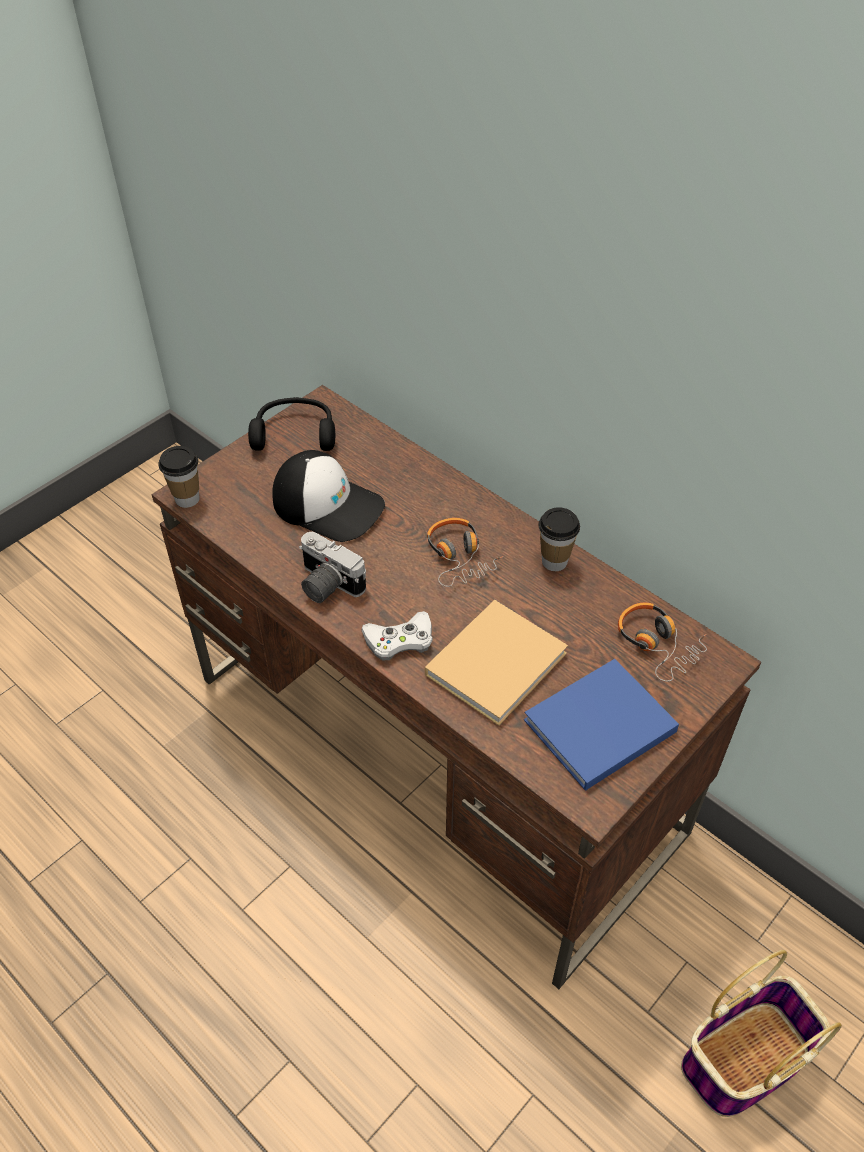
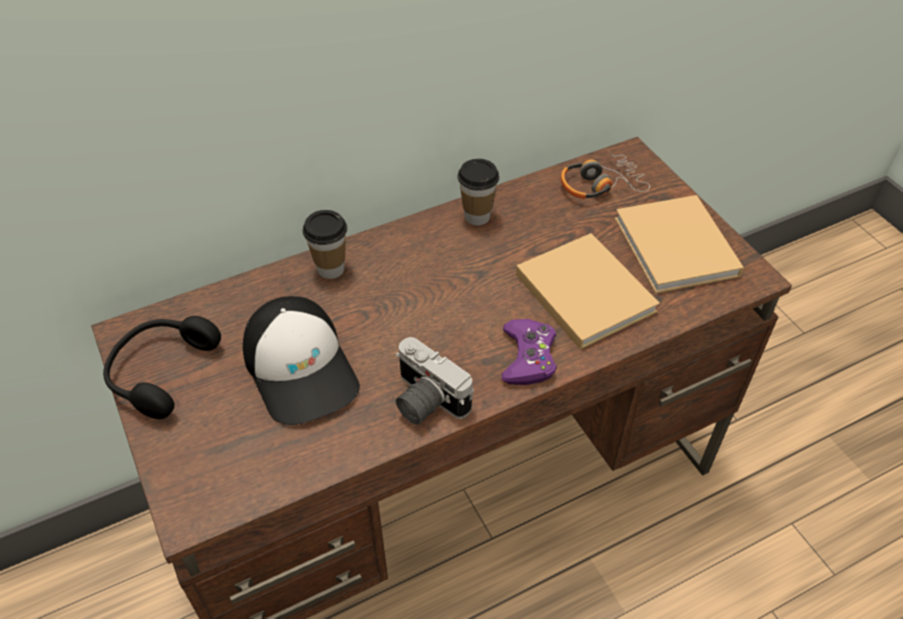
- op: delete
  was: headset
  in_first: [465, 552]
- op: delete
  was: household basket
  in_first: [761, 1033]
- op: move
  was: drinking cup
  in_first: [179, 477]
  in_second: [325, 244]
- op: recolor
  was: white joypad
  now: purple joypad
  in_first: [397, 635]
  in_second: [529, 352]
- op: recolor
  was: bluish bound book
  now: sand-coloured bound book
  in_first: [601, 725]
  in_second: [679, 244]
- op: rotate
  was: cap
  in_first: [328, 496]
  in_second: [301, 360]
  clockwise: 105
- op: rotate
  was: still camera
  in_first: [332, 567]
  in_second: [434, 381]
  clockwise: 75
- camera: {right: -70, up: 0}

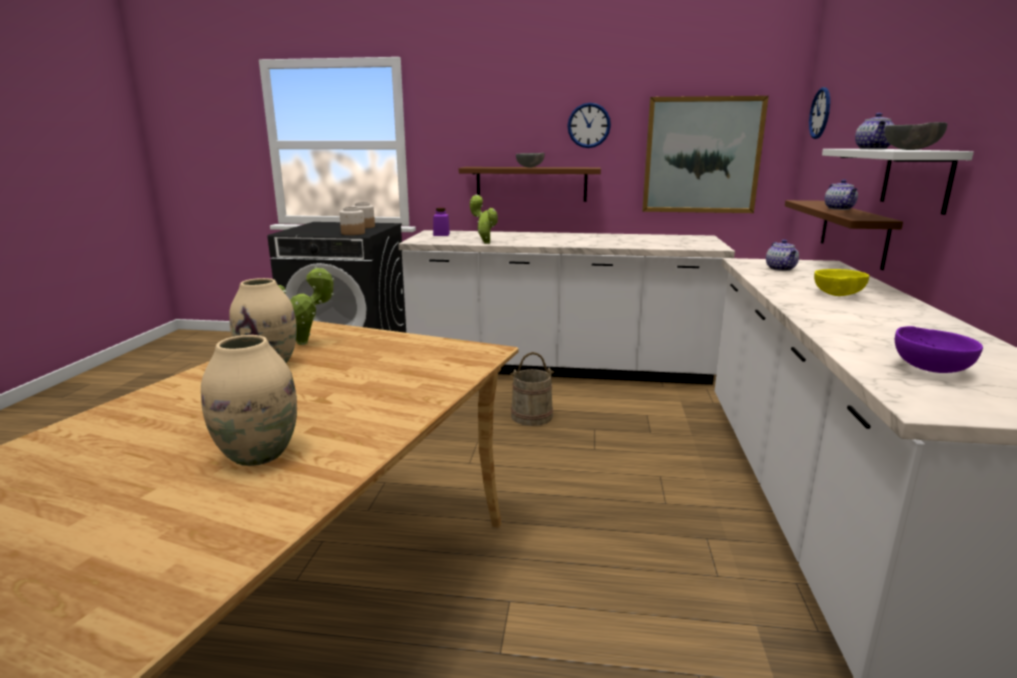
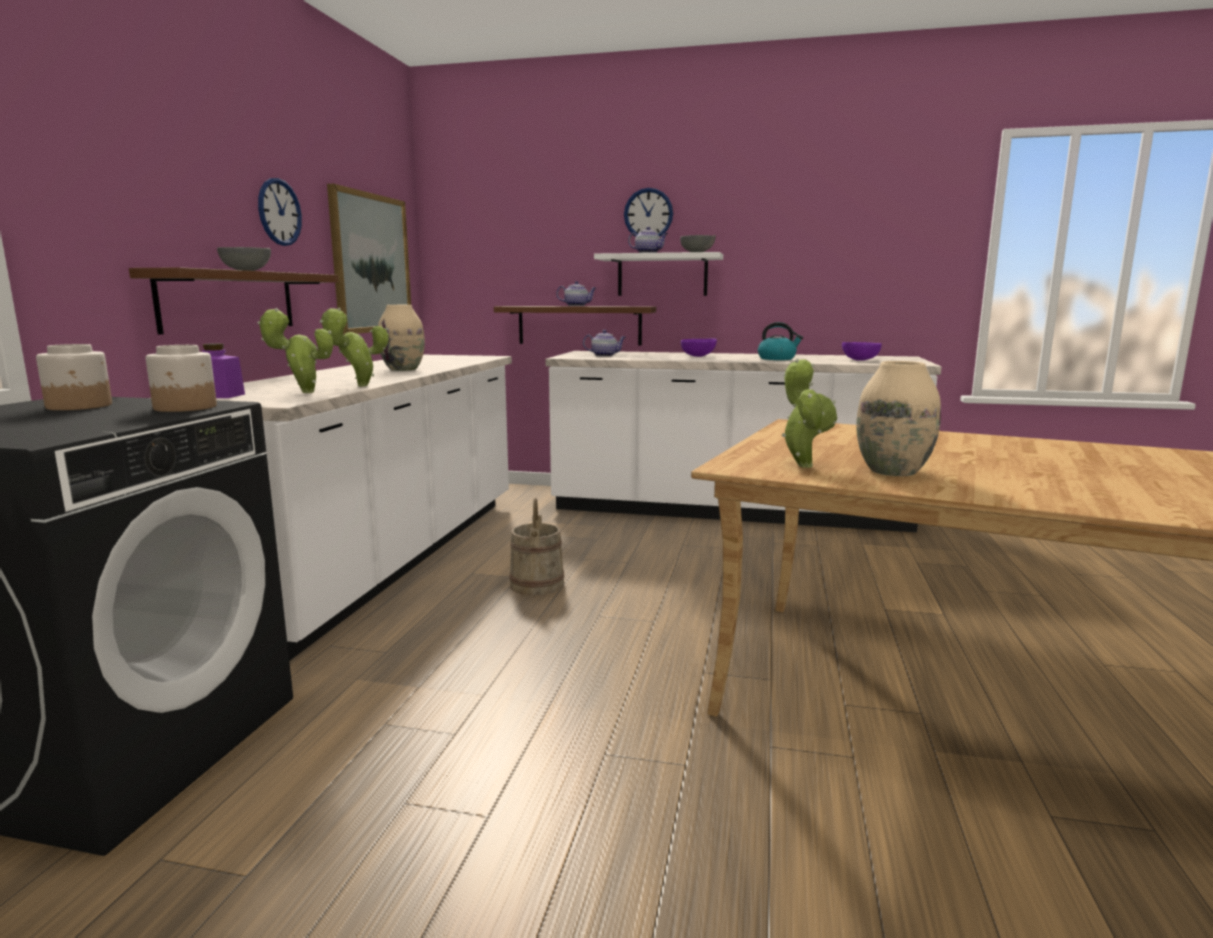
- op: insert
  now: houseplant
  in_second: [295, 350]
- op: insert
  now: water kettle
  in_second: [780, 341]
- op: move
  was: sand-coloured flower vase
  in_first: [249, 400]
  in_second: [401, 338]
- op: move
  was: wall clock
  in_first: [819, 113]
  in_second: [648, 212]
- op: recolor
  was: yellow-coloured serving bowl
  now: purple serving bowl
  in_first: [841, 282]
  in_second: [699, 348]
- camera: {right: -85, up: -5}

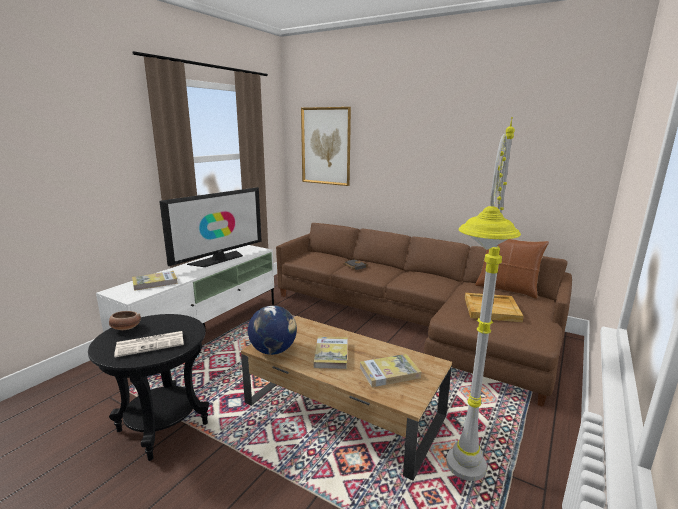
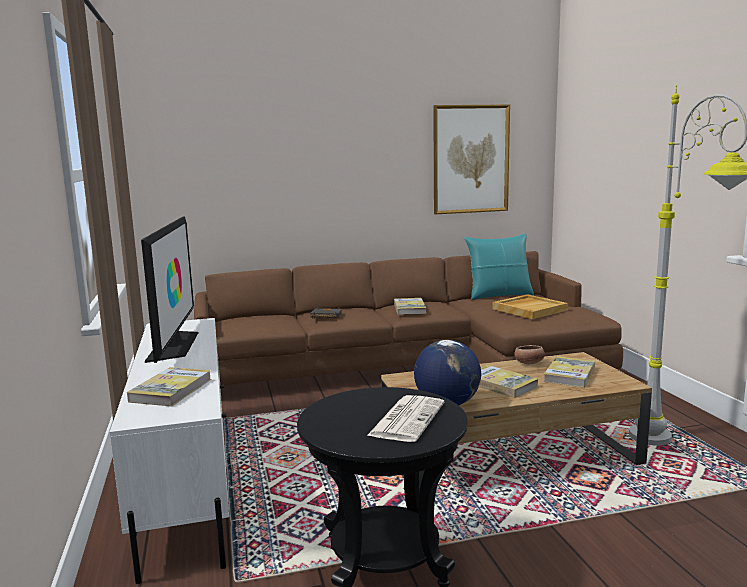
- op: insert
  now: bound book
  in_second: [410, 306]
- op: move
  was: serving bowl
  in_first: [125, 320]
  in_second: [529, 355]
- op: move
  was: wall picture
  in_first: [326, 146]
  in_second: [471, 159]
- op: recolor
  was: brown throw pillow
  now: turquoise-coloured throw pillow
  in_first: [512, 269]
  in_second: [499, 267]
- camera: {right: -45, up: -5}

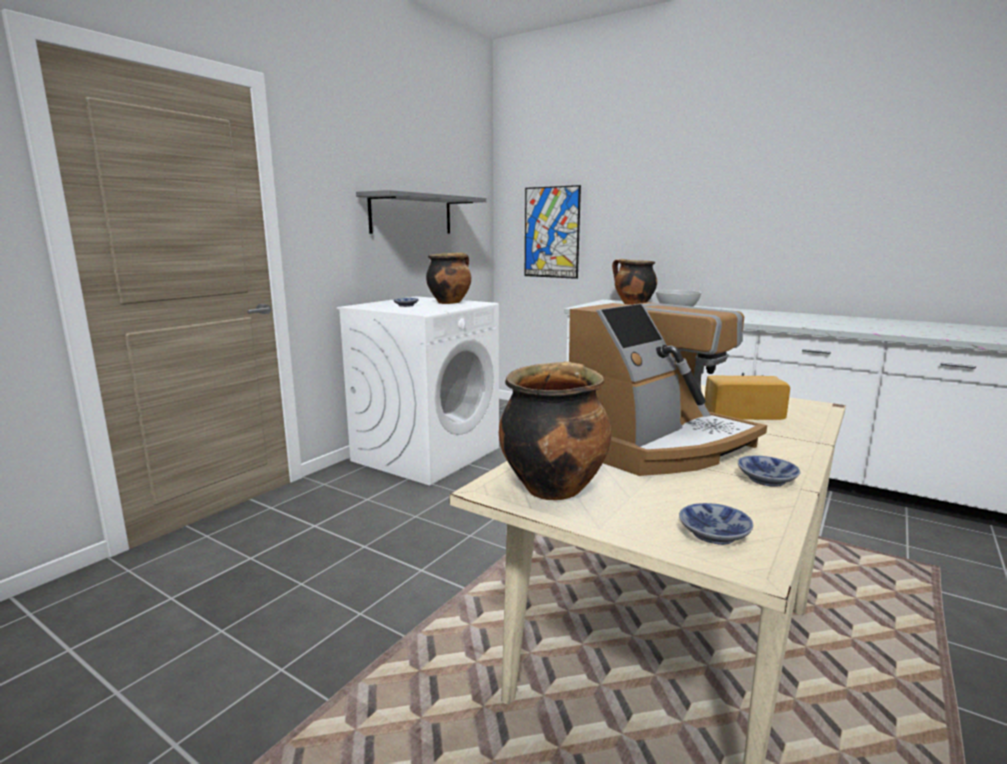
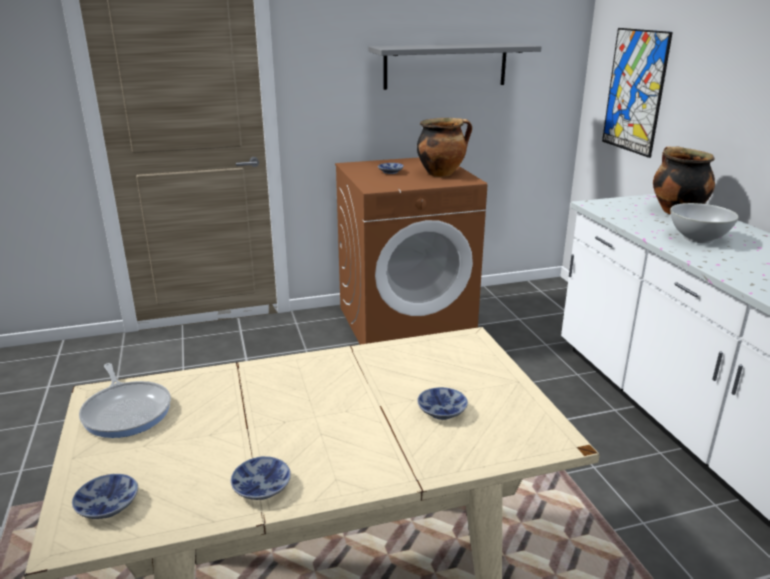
- op: delete
  was: coffee machine
  in_first: [668, 389]
- op: replace
  was: saucepot
  now: pan
  in_first: [555, 430]
  in_second: [125, 400]
- op: replace
  was: baked bread
  now: serving bowl
  in_first: [747, 398]
  in_second: [442, 403]
- op: recolor
  was: white washing machine
  now: brown washing machine
  in_first: [418, 390]
  in_second: [411, 251]
- camera: {right: 40, up: 10}

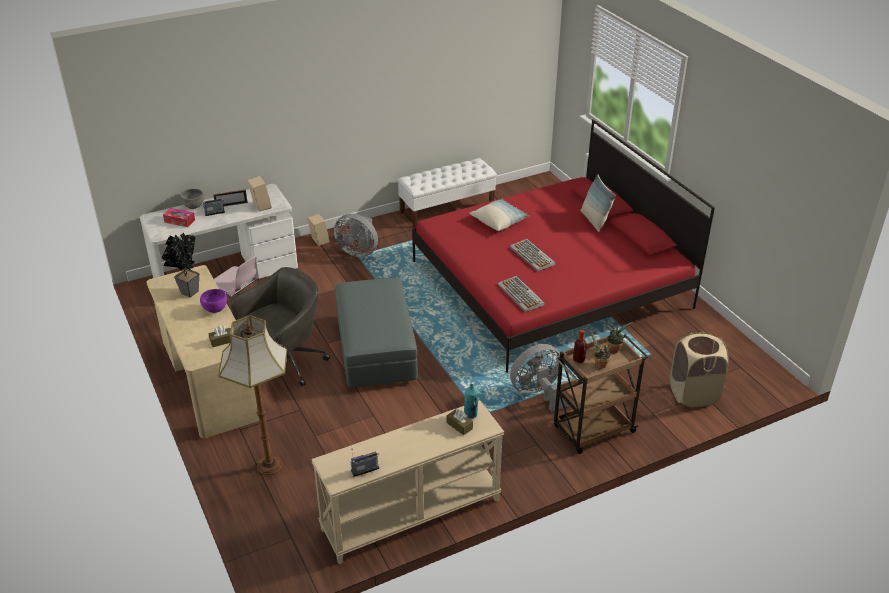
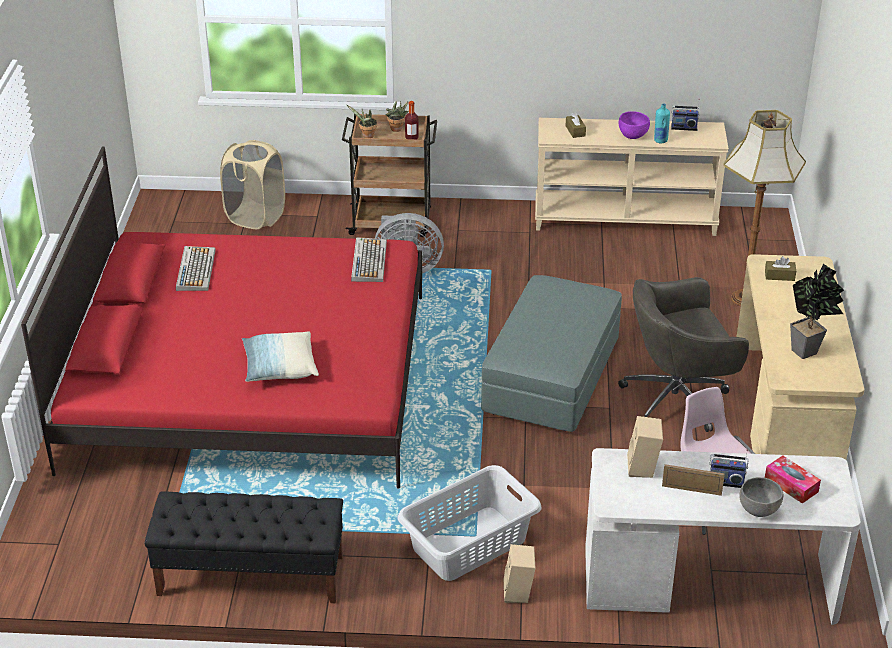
- op: delete
  was: throw pillow
  in_first: [598, 203]
- op: move
  was: purple serving bowl
  in_first: [213, 301]
  in_second: [634, 125]
- op: move
  was: turquoise-coloured beverage bottle
  in_first: [471, 401]
  in_second: [662, 123]
- op: move
  was: PC keyboard
  in_first: [533, 255]
  in_second: [196, 268]
- op: replace
  was: greyish fan
  now: greyish laundry basket
  in_first: [356, 235]
  in_second: [469, 523]
- op: recolor
  was: white bench
  now: black-coloured bench
  in_first: [447, 193]
  in_second: [244, 547]
- camera: {right: -150, up: 0}

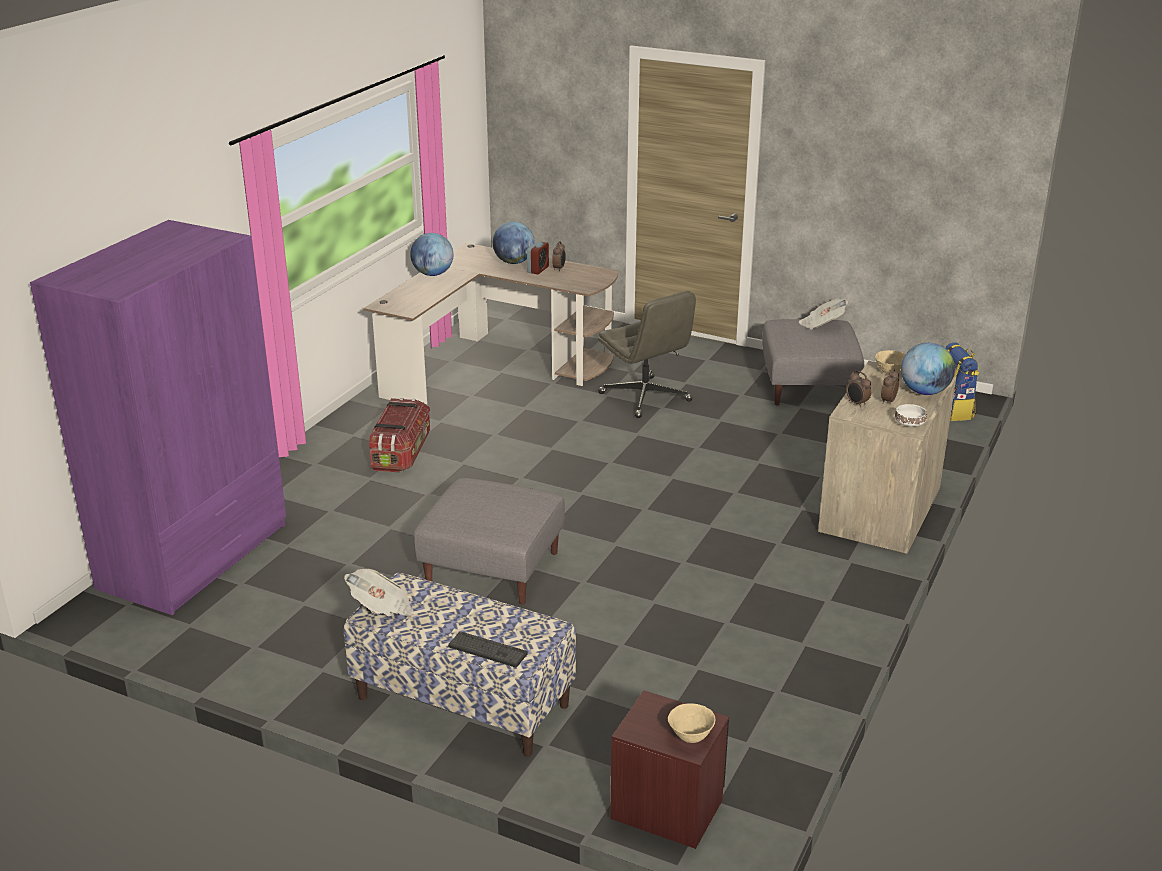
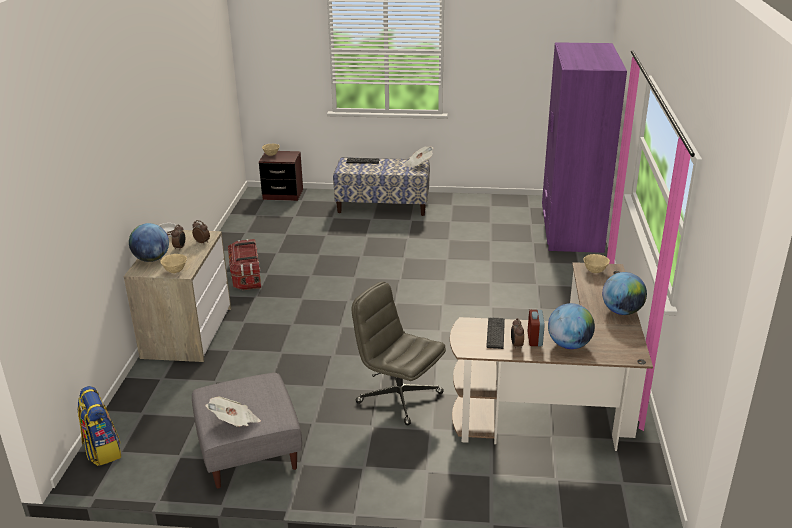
- op: delete
  was: greyish pouffe
  in_first: [489, 541]
- op: insert
  now: PC keyboard
  in_second: [495, 333]
- op: insert
  now: sand-coloured serving bowl
  in_second: [596, 263]
- op: move
  was: storage box
  in_first: [399, 435]
  in_second: [244, 264]
- camera: {right: 160, up: 0}

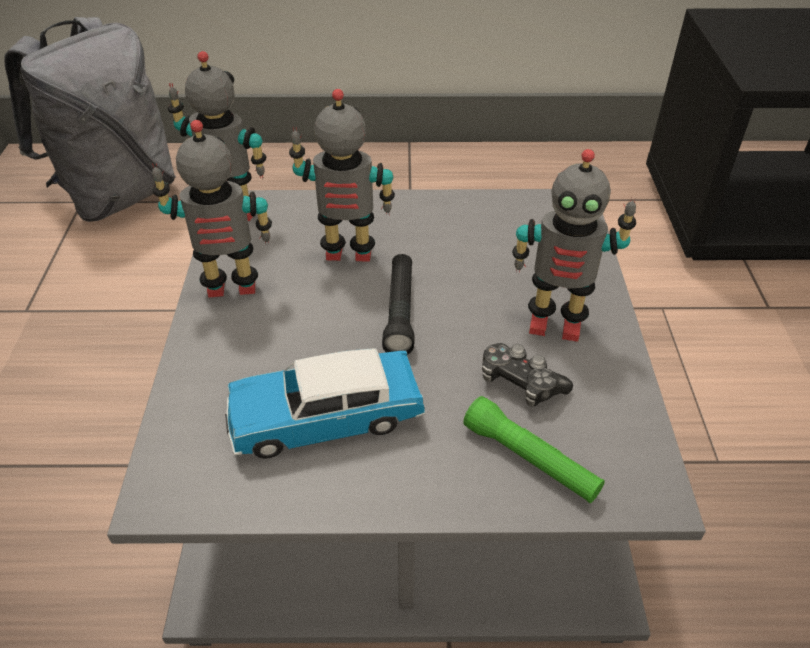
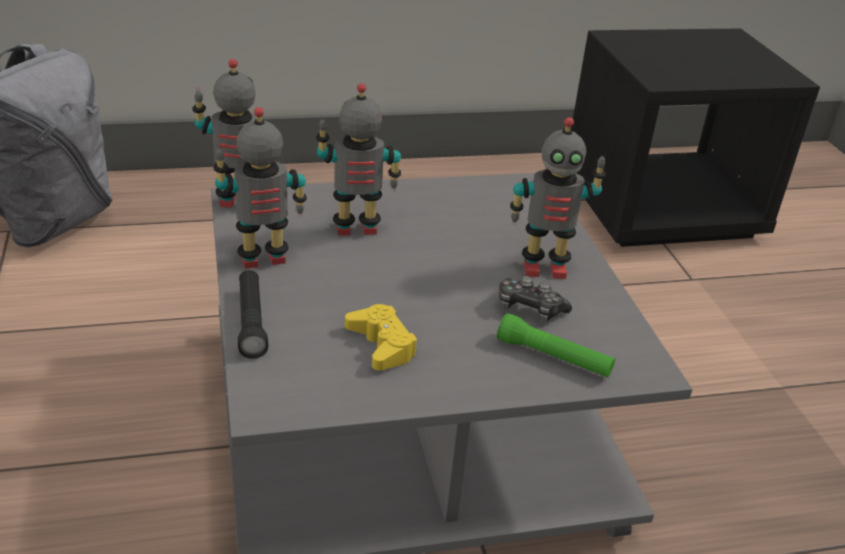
- op: move
  was: black-coloured flashlight
  in_first: [398, 304]
  in_second: [253, 314]
- op: replace
  was: toy car
  now: yellow-coloured joypad
  in_first: [325, 403]
  in_second: [381, 337]
- camera: {right: -15, up: -10}

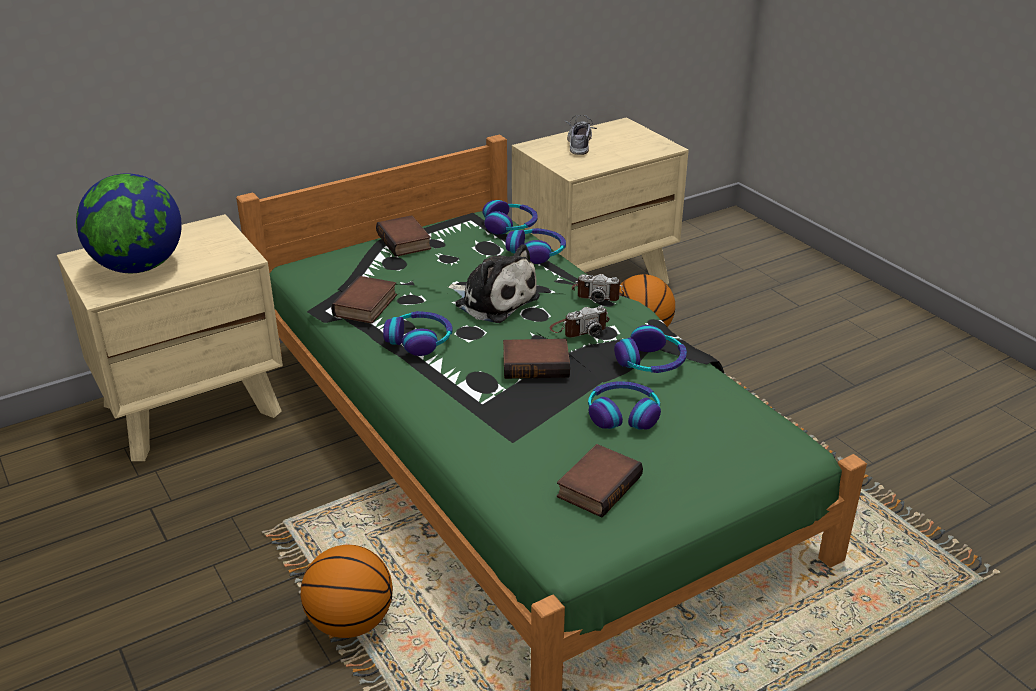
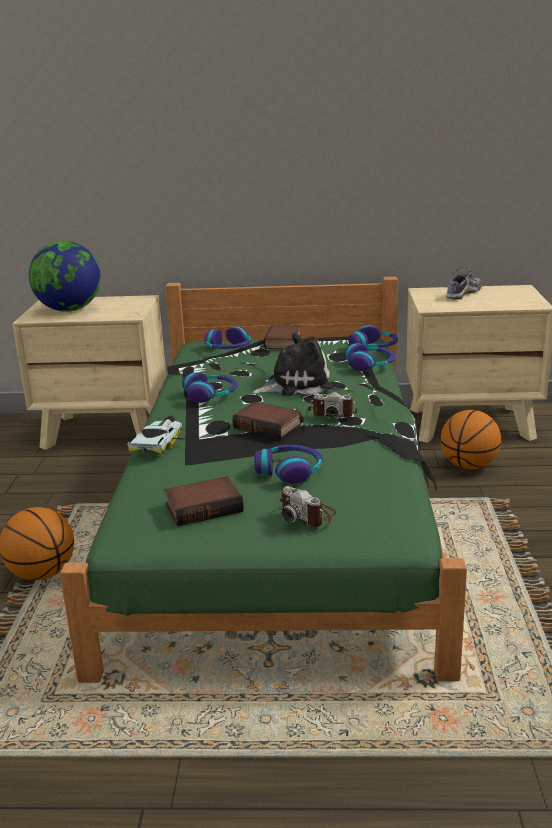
- op: delete
  was: bound book
  in_first: [364, 300]
- op: insert
  now: toy car
  in_second: [157, 434]
- op: move
  was: still camera
  in_first: [598, 288]
  in_second: [307, 506]
- op: move
  was: headset
  in_first: [650, 349]
  in_second: [227, 338]
- op: rotate
  was: cuddly toy
  in_first: [493, 283]
  in_second: [292, 364]
  clockwise: -90
- camera: {right: 35, up: -10}

